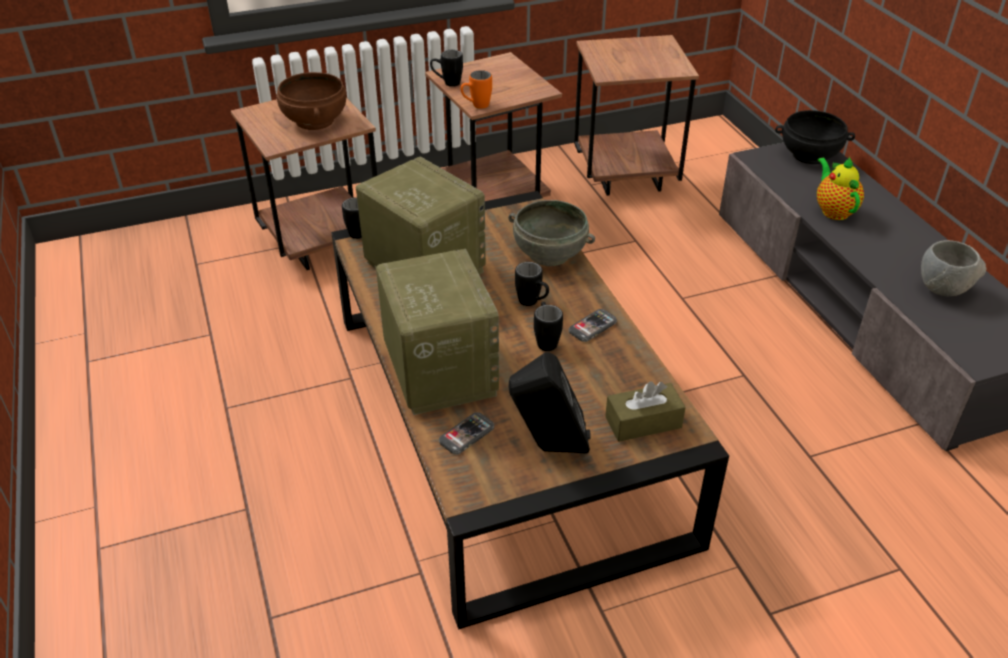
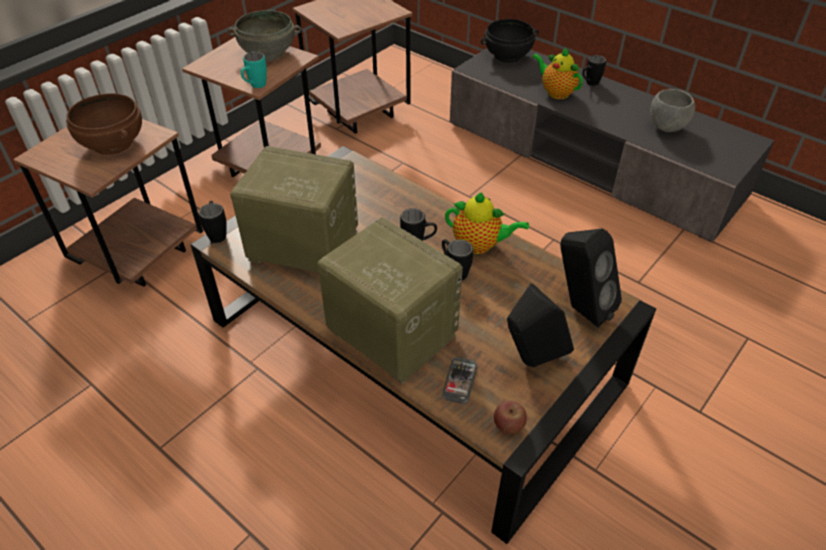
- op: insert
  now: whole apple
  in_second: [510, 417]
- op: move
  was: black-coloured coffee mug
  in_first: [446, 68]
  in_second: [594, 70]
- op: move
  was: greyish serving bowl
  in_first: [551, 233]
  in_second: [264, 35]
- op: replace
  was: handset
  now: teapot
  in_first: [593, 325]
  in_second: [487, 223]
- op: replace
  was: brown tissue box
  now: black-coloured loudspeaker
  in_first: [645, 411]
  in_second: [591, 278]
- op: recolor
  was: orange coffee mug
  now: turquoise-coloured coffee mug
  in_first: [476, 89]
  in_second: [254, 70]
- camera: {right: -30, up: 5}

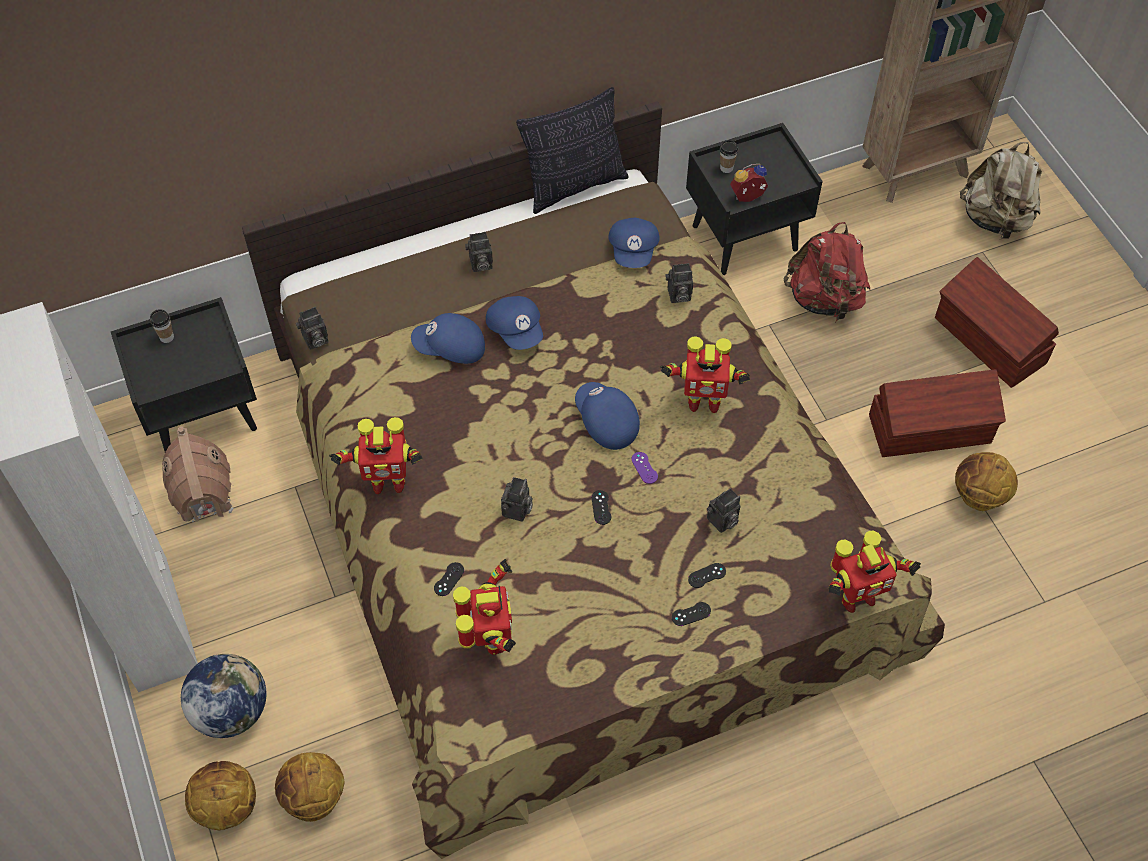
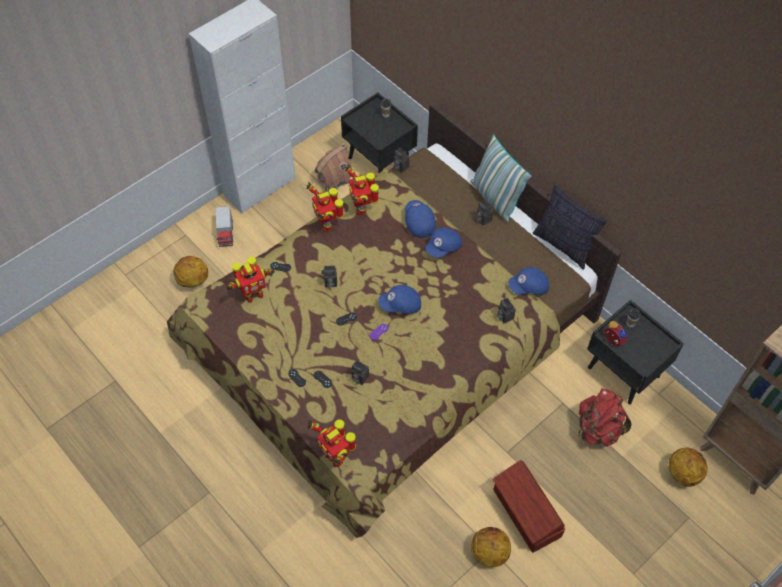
- op: delete
  was: brown storage box
  in_first: [997, 322]
- op: delete
  was: sand-coloured knapsack
  in_first: [1001, 190]
- op: insert
  now: throw pillow
  in_second: [501, 178]
- op: move
  was: basketball
  in_first: [220, 795]
  in_second: [688, 467]
- op: move
  was: model robot
  in_first: [705, 374]
  in_second: [362, 189]
- op: replace
  was: world globe
  now: toy lorry
  in_first: [223, 696]
  in_second: [224, 226]
- op: rotate
  was: bluish cap
  in_first: [607, 416]
  in_second: [399, 299]
  clockwise: -135
- camera: {right: 70, up: 0}

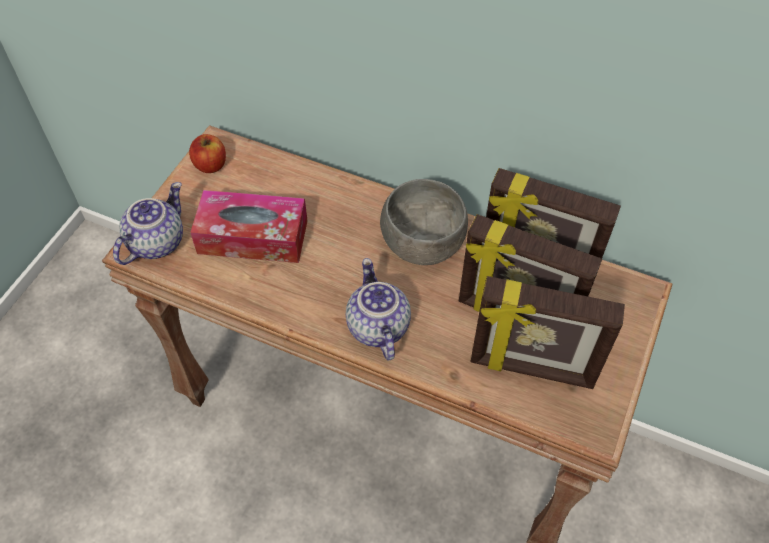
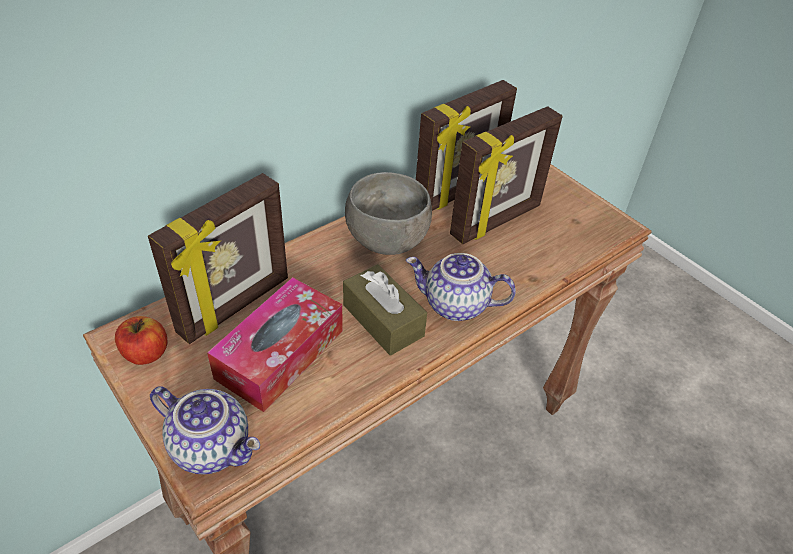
- op: insert
  now: brown tissue box
  in_second: [385, 310]
- op: move
  was: photo frame
  in_first: [548, 332]
  in_second: [218, 258]
- op: rotate
  was: teapot
  in_first: [148, 223]
  in_second: [205, 430]
  clockwise: 150
- camera: {right: -65, up: -10}

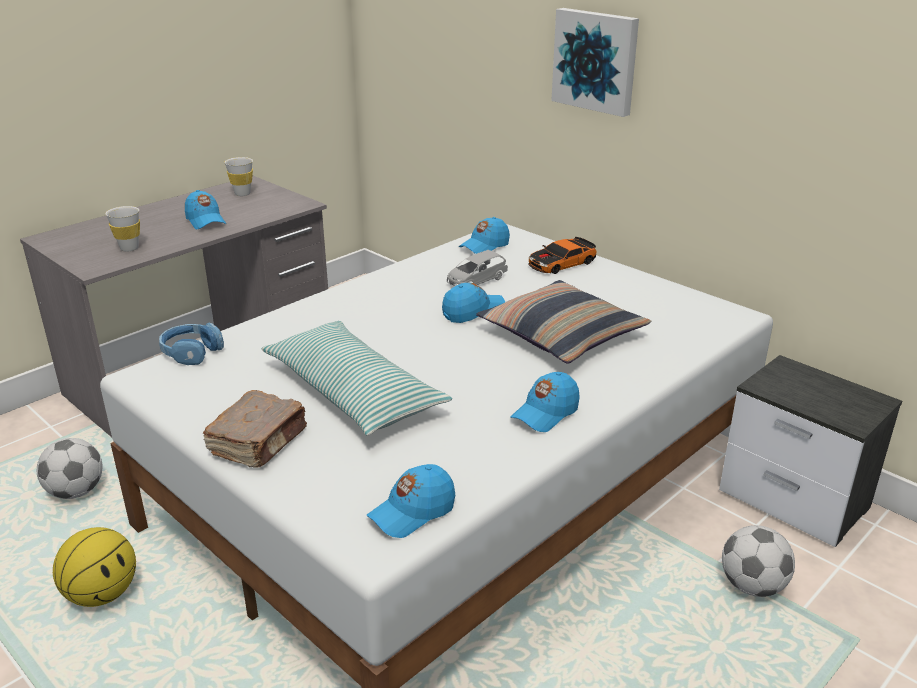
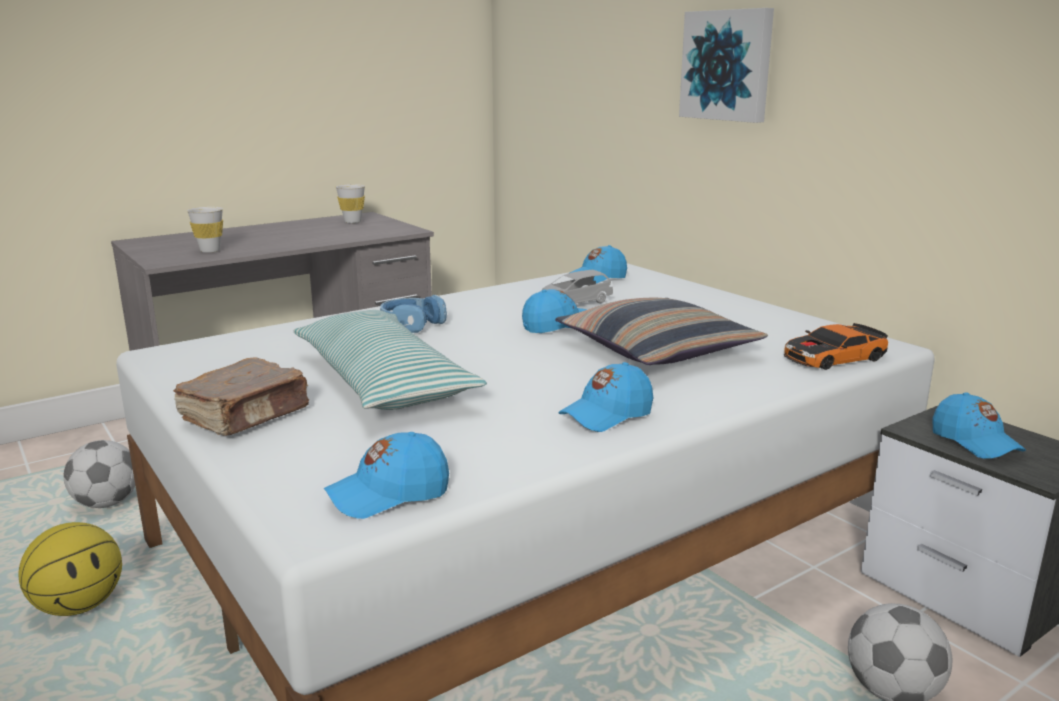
- op: move
  was: bluish headset
  in_first: [191, 344]
  in_second: [413, 314]
- op: move
  was: bluish cap
  in_first: [205, 209]
  in_second: [979, 426]
- op: move
  was: toy car
  in_first: [562, 255]
  in_second: [836, 346]
- camera: {right: 10, up: -10}

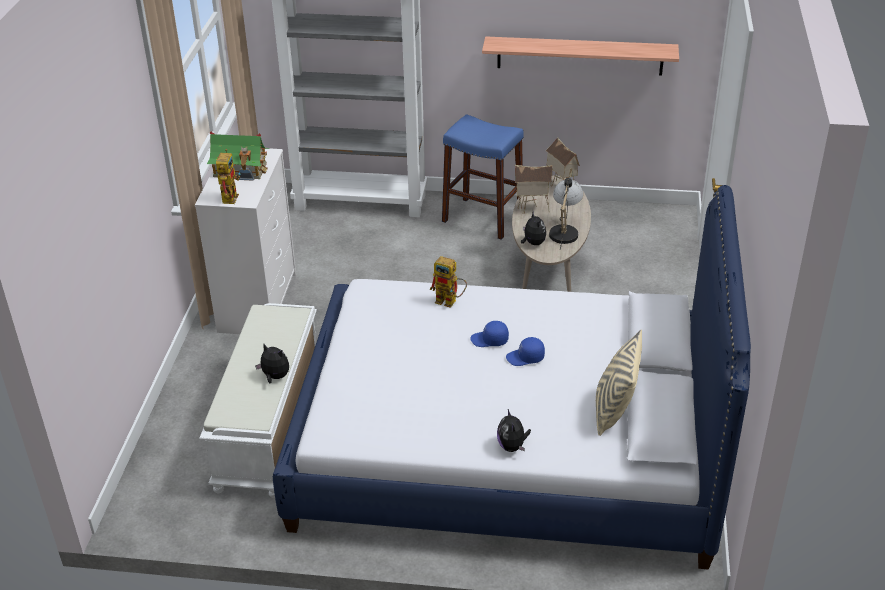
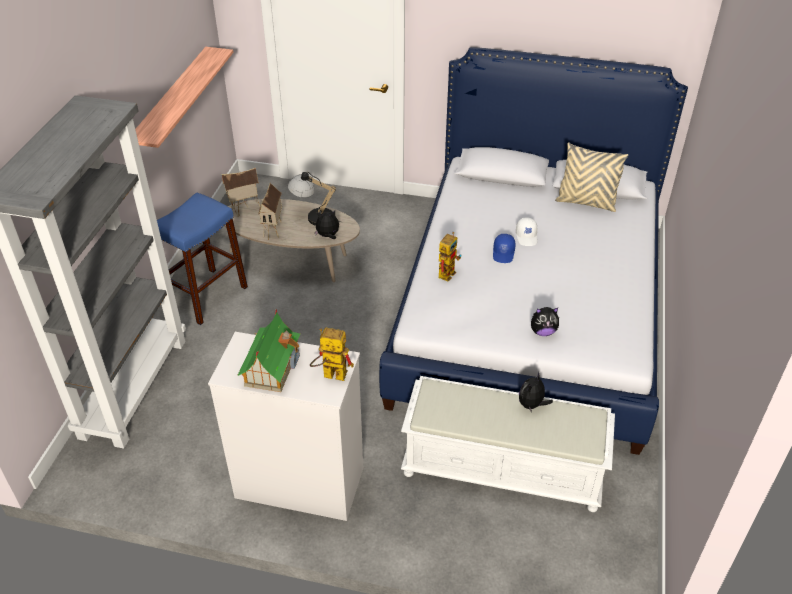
- op: move
  was: cuddly toy
  in_first: [514, 430]
  in_second: [545, 321]
- op: recolor
  was: bluish cap
  now: white cap
  in_first: [525, 351]
  in_second: [526, 231]
- camera: {right: -85, up: 5}

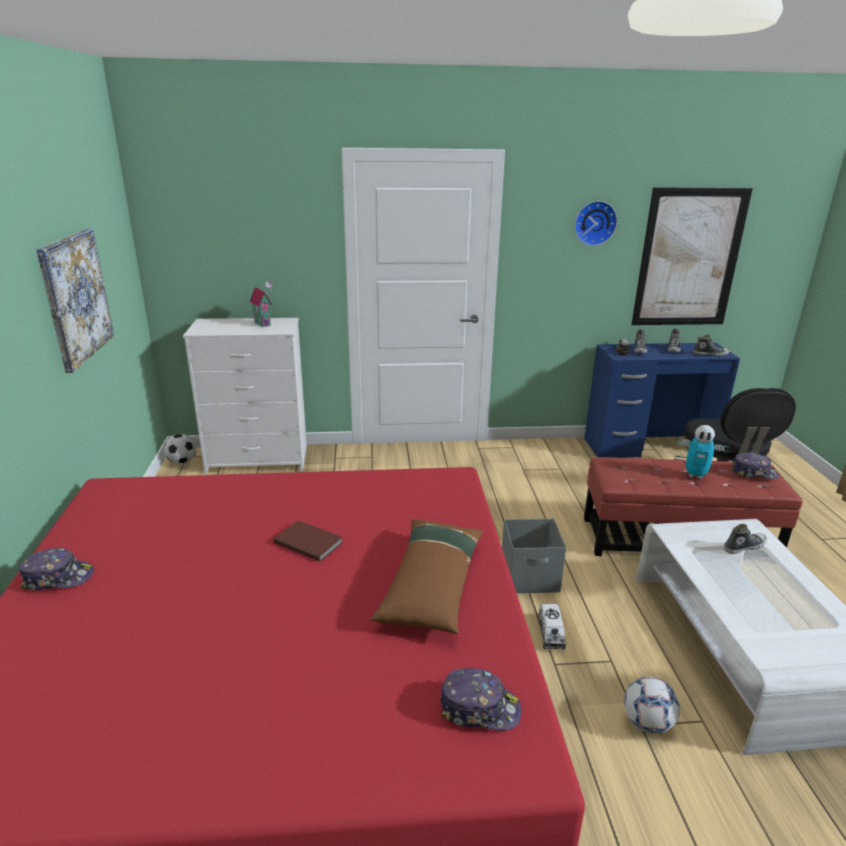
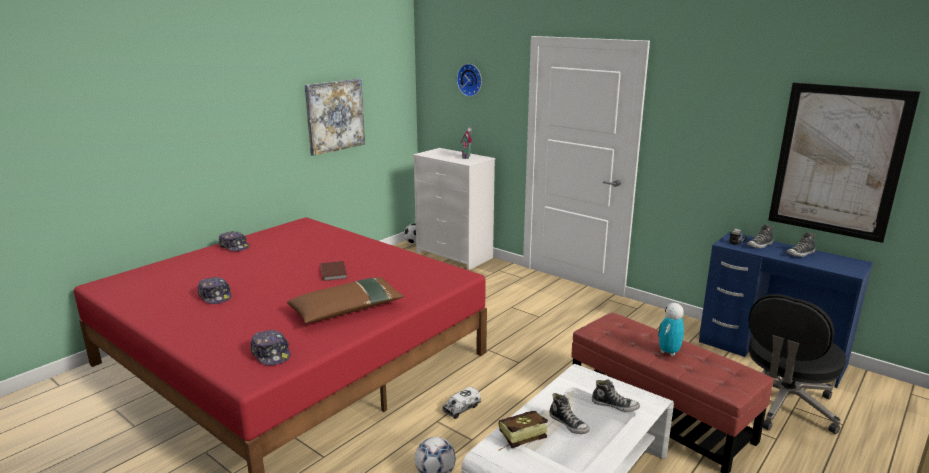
- op: delete
  was: greyish storage box
  in_first: [534, 556]
- op: insert
  now: bound book
  in_second: [523, 431]
- op: move
  was: wall clock
  in_first: [596, 223]
  in_second: [469, 80]
- op: move
  was: shoe
  in_first: [711, 345]
  in_second: [569, 413]
- op: move
  was: cap
  in_first: [755, 466]
  in_second: [215, 290]
- op: rotate
  was: model robot
  in_first: [702, 452]
  in_second: [671, 329]
  clockwise: 60
- camera: {right: 45, up: -5}

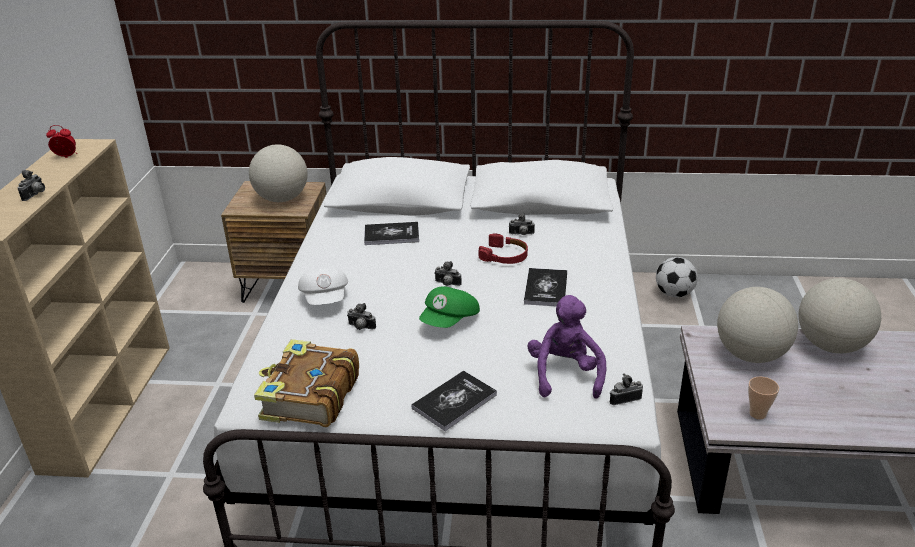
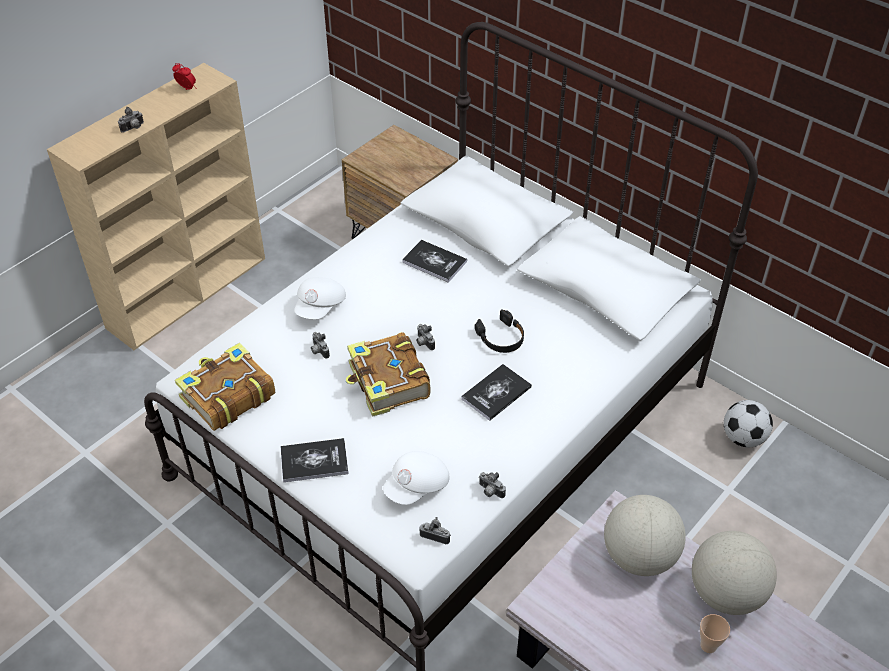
- op: delete
  was: world globe
  in_first: [278, 173]
- op: move
  was: still camera
  in_first: [522, 224]
  in_second: [492, 485]
- op: move
  was: drinking cup
  in_first: [763, 397]
  in_second: [715, 633]
- op: replace
  was: greenish cap
  now: bound book
  in_first: [449, 307]
  in_second: [388, 374]
- op: replace
  was: purple cuddly toy
  now: white cap
  in_first: [566, 347]
  in_second: [416, 478]
- op: recolor
  was: red headset
  now: black-coloured headset
  in_first: [503, 248]
  in_second: [499, 331]
- camera: {right: 35, up: 15}

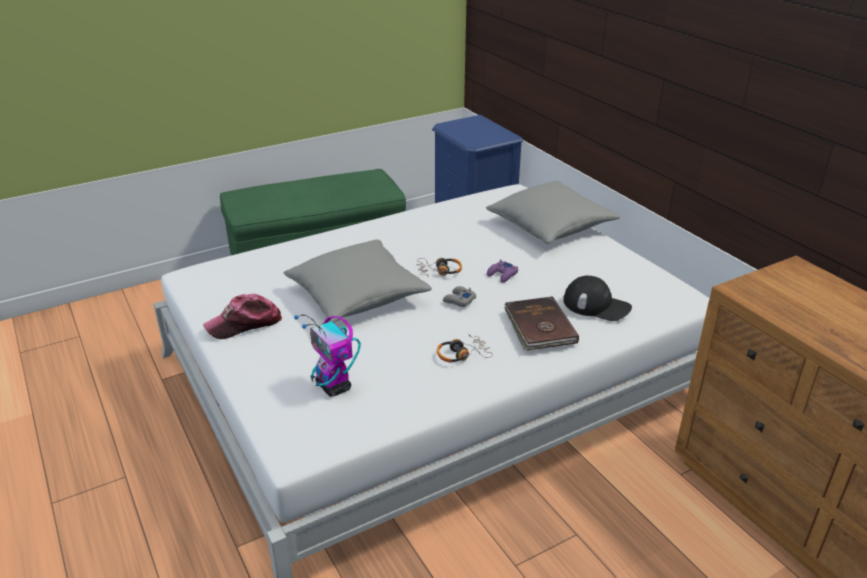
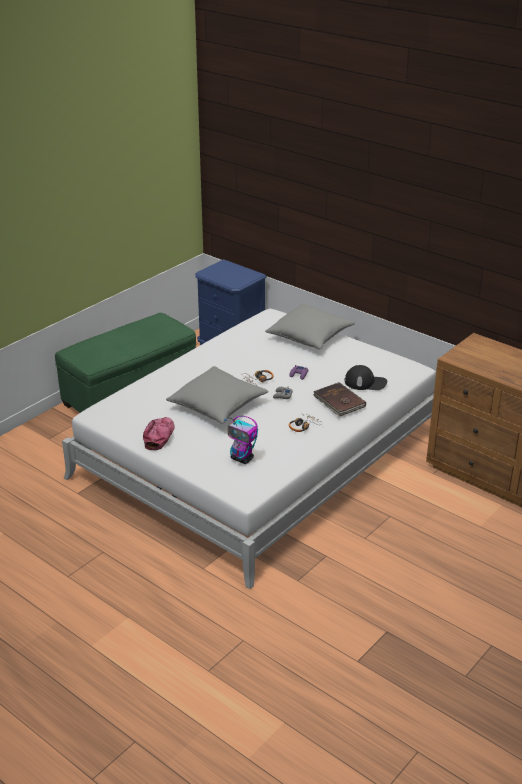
- op: rotate
  was: cap
  in_first: [242, 316]
  in_second: [159, 433]
  clockwise: 150
- camera: {right: -20, up: 0}

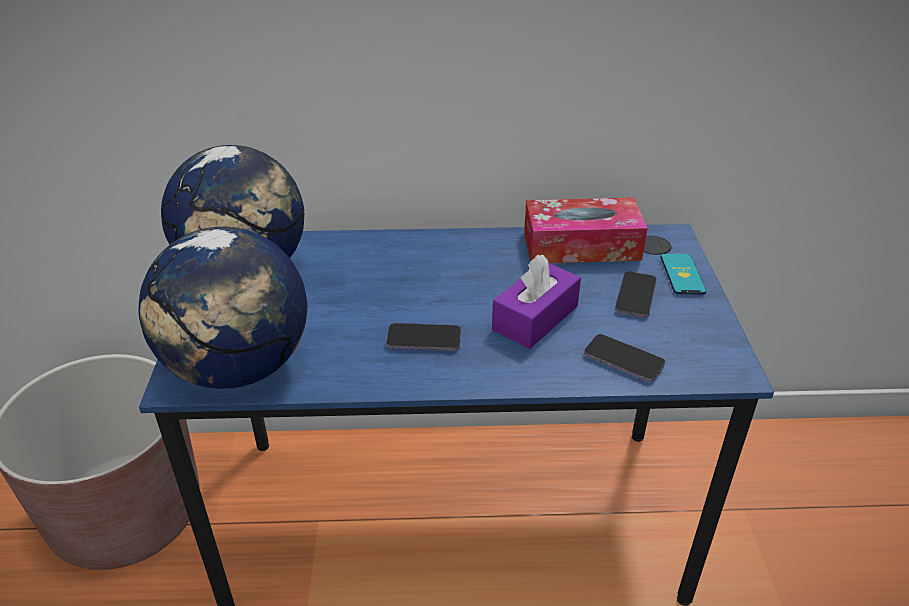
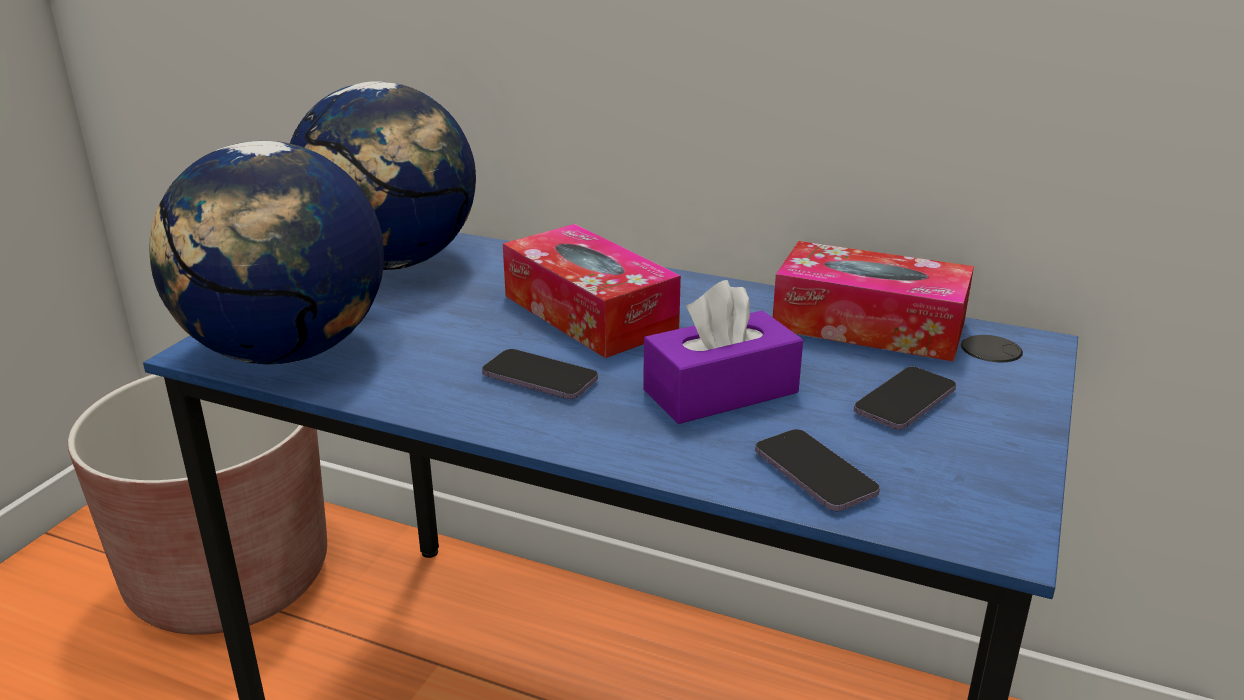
- op: delete
  was: handset
  in_first: [683, 274]
- op: insert
  now: tissue box
  in_second: [592, 291]
- camera: {right: 25, up: -10}

